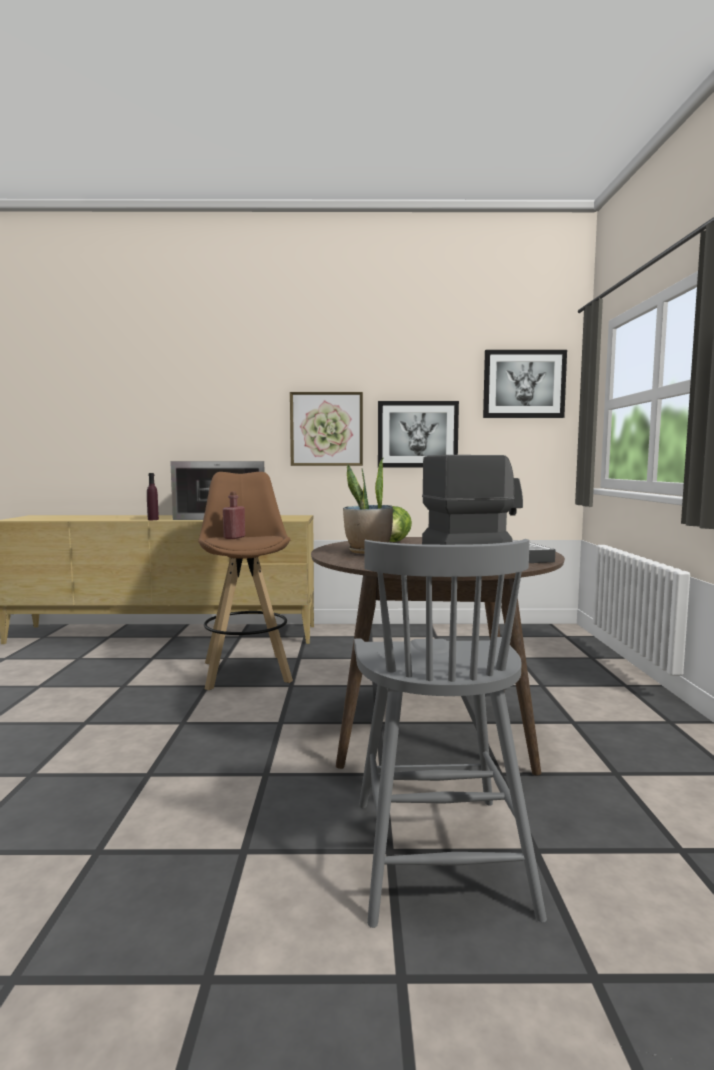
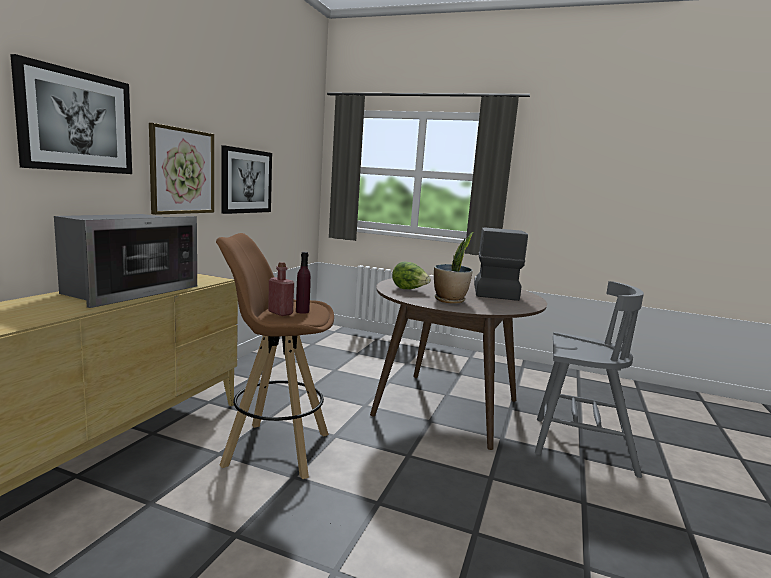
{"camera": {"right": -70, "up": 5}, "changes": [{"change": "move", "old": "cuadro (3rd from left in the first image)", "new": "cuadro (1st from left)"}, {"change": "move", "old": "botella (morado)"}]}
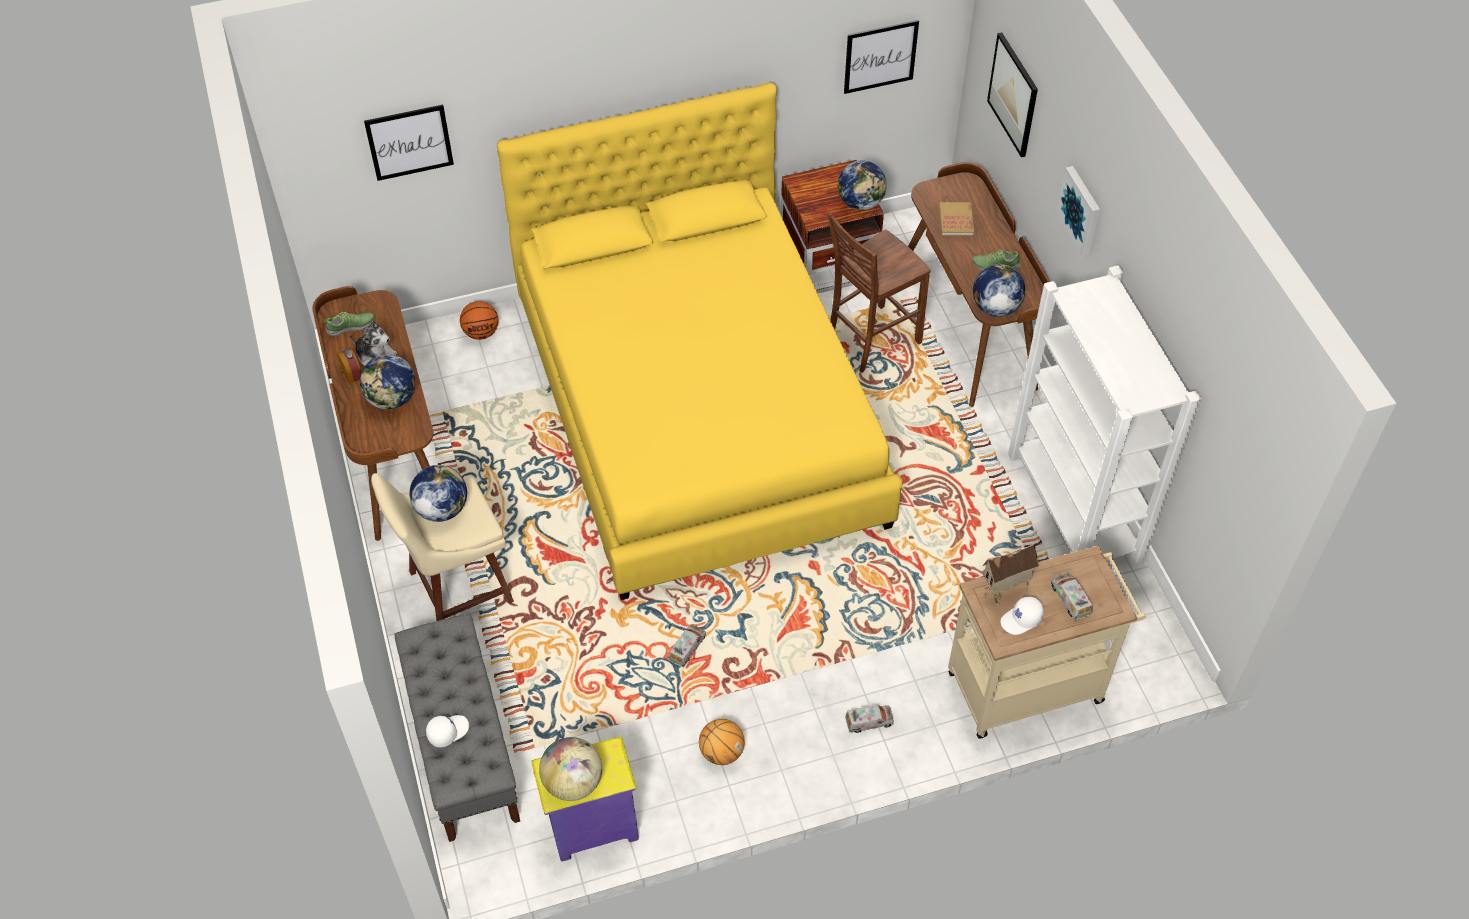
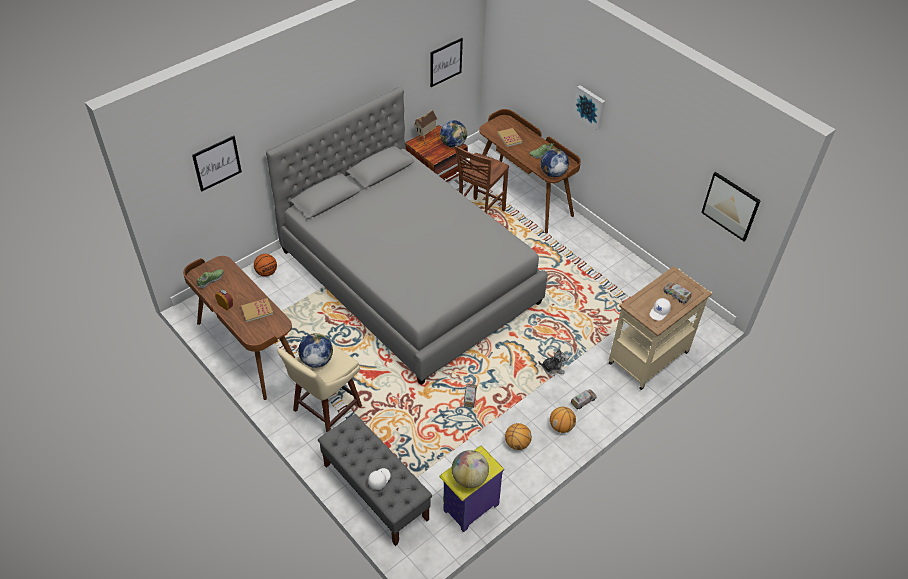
{"camera": {"right": -25, "up": -5}, "changes": [{"change": "replace", "old": "globo terráqueo (1st from left)", "new": "libro (1st from left)"}, {"change": "recolor", "old": "cama (amarillo)", "new": "cama (gris)"}, {"change": "move", "old": "casita"}, {"change": "move", "old": "peluche"}, {"change": "insert", "new": "balón de baloncesto (3rd from left)"}, {"change": "move", "old": "cuadro (3rd from left in the first image)", "new": "cuadro (4th from left)"}, {"change": "delete", "old": "estantería (blanco)"}]}
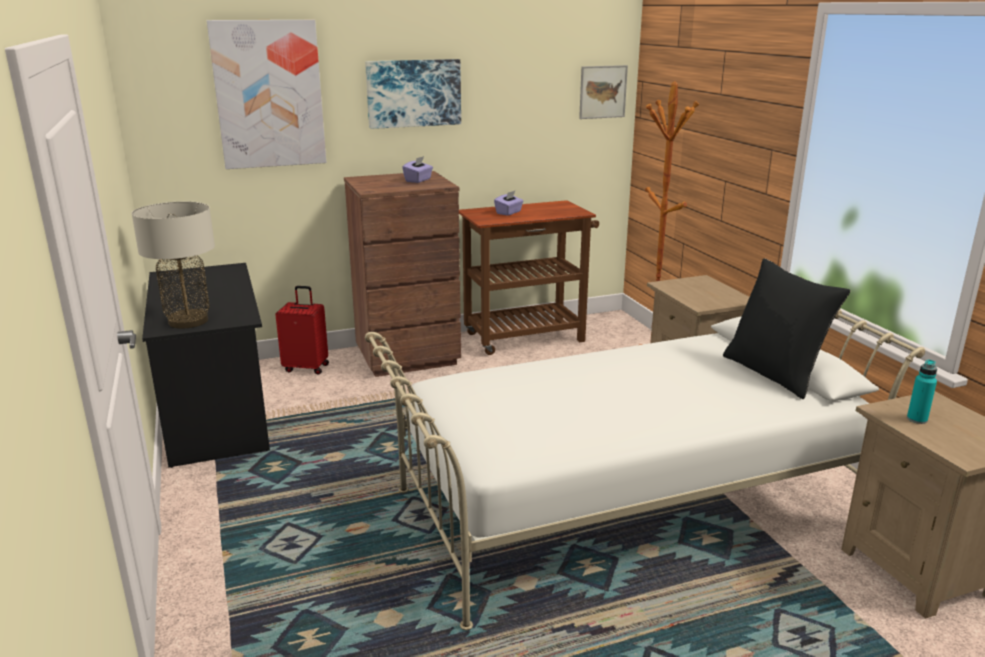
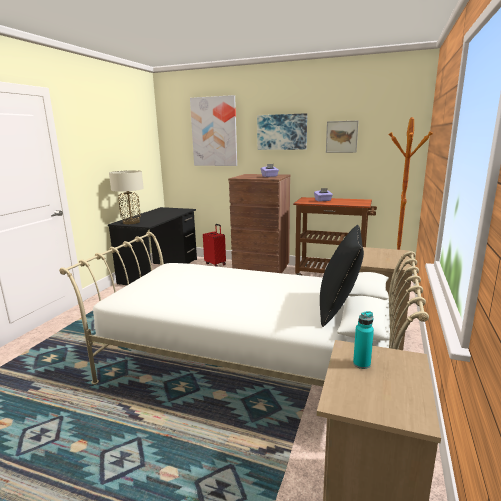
{"camera": {"right": 40, "up": -5}, "changes": [{"change": "move", "old": "cuadro (3rd from left)"}]}
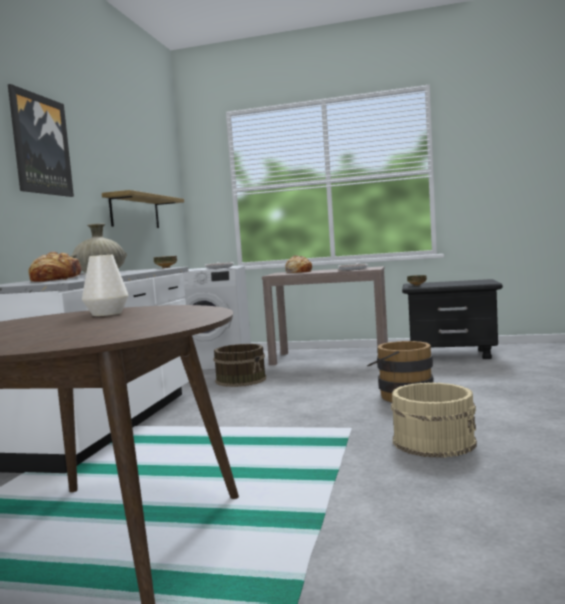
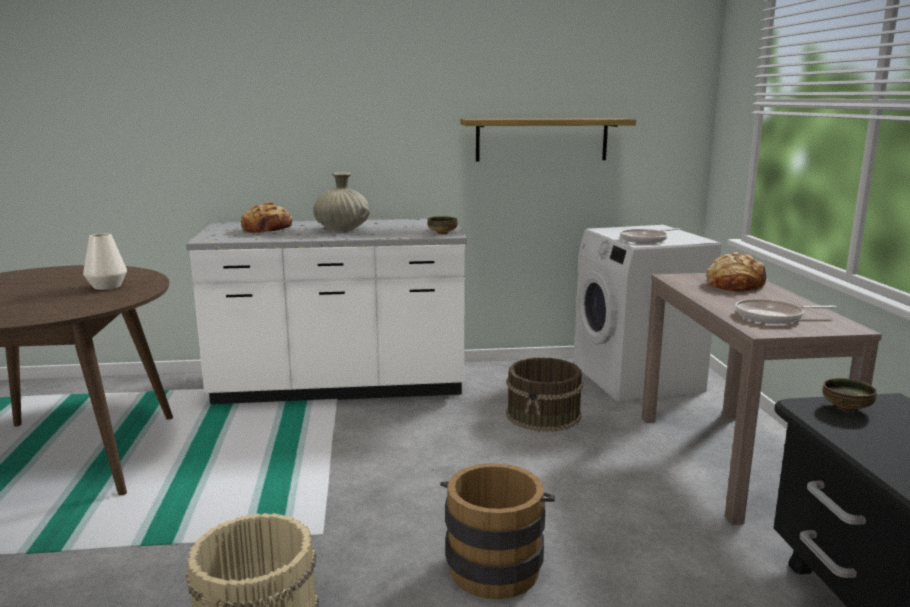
{"camera": {"right": 70, "up": 10}, "changes": [{"change": "delete", "old": "cuadro"}]}
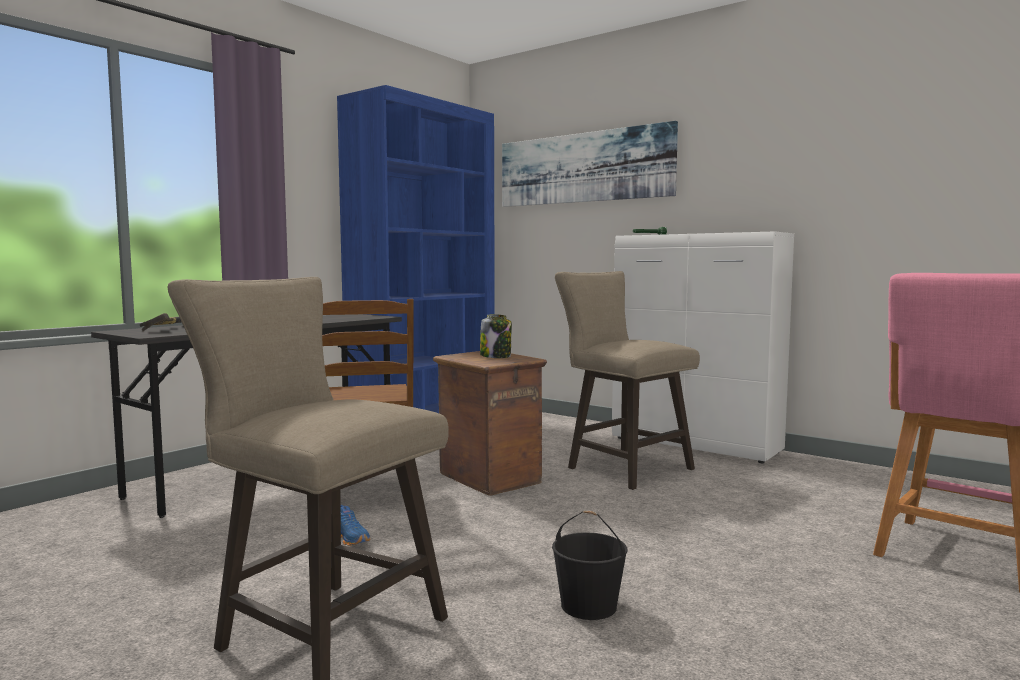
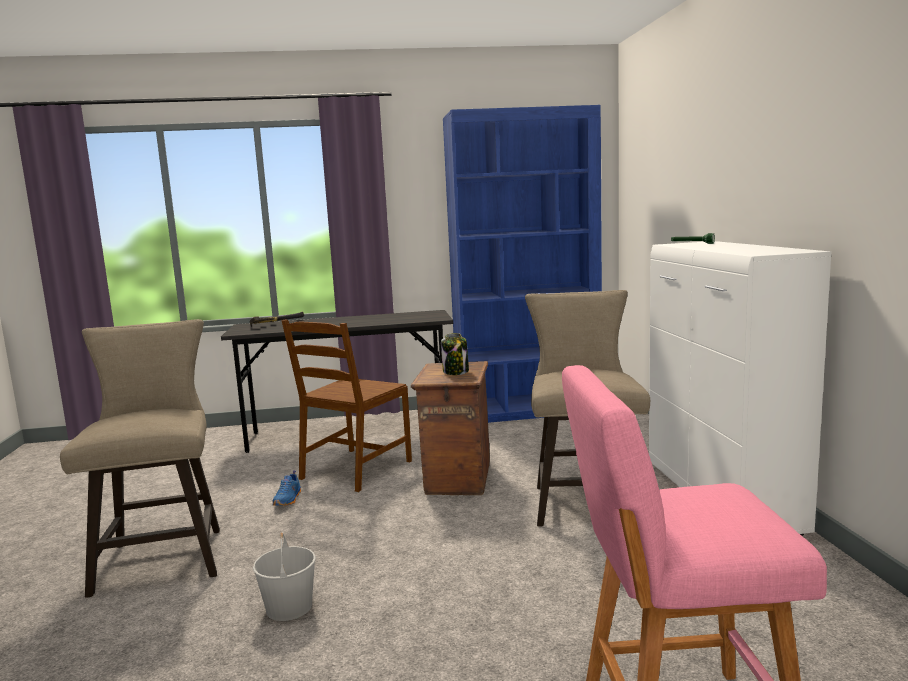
{"camera": {"right": 45, "up": 5}, "changes": [{"change": "recolor", "old": "cubo (negro)", "new": "cubo (blanco)"}, {"change": "delete", "old": "cuadro"}]}
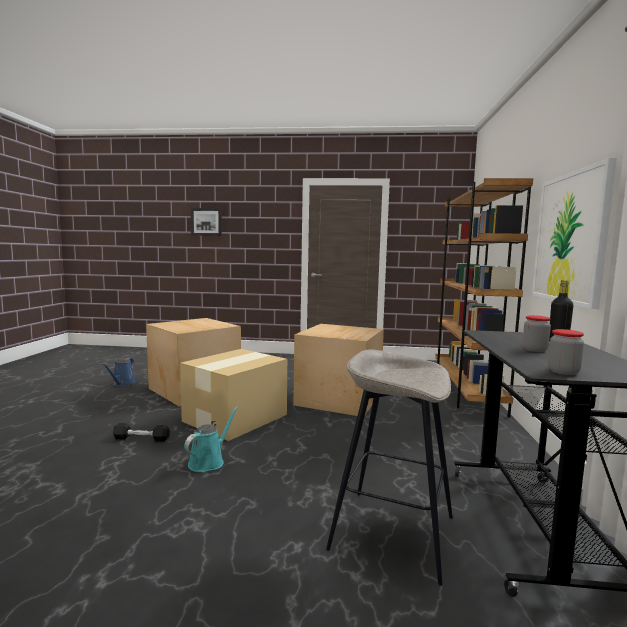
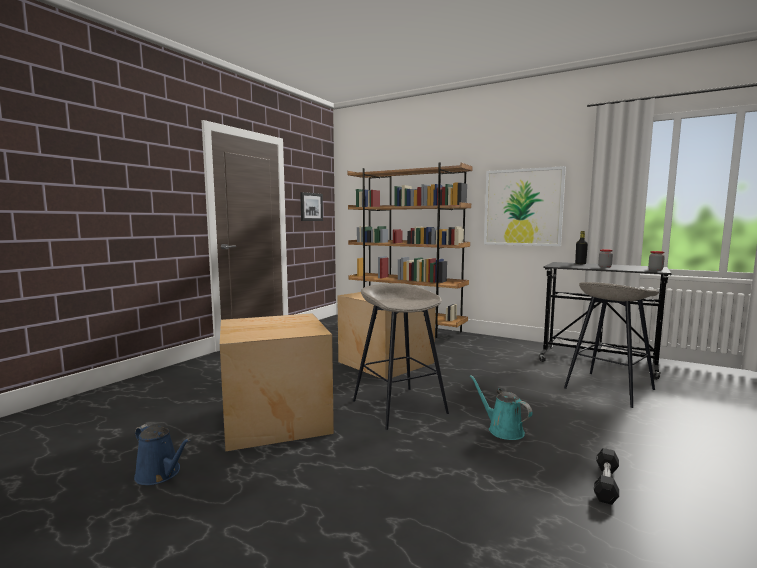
{"camera": {"right": -65, "up": 0}, "changes": [{"change": "move", "old": "cuadro (1st from left)"}, {"change": "replace", "old": "caja de cartón (2nd from left)", "new": "taburete (gris) (1st from left)"}, {"change": "move", "old": "mancuerna (negro)"}]}
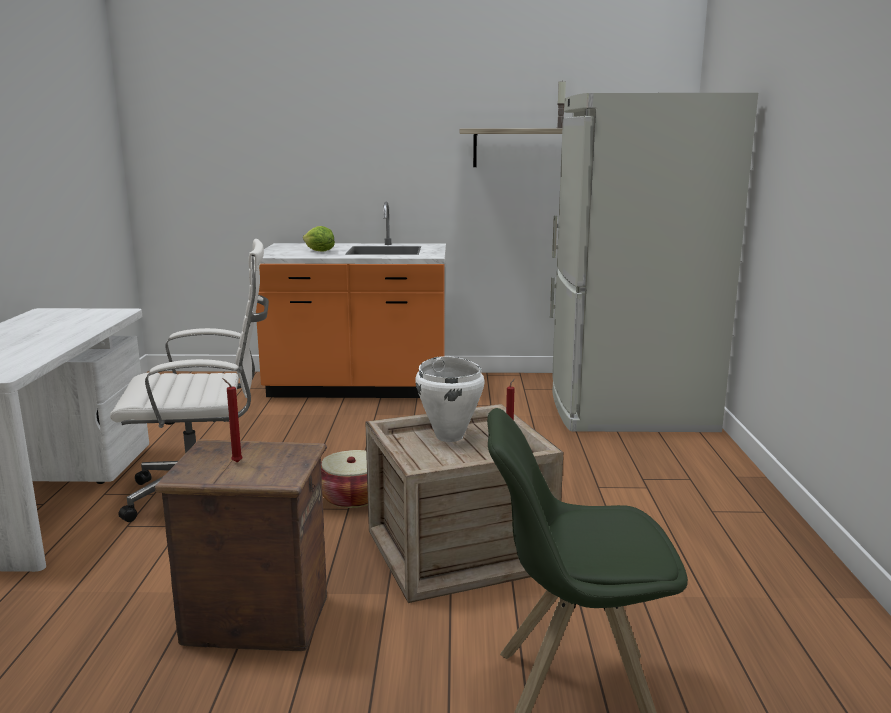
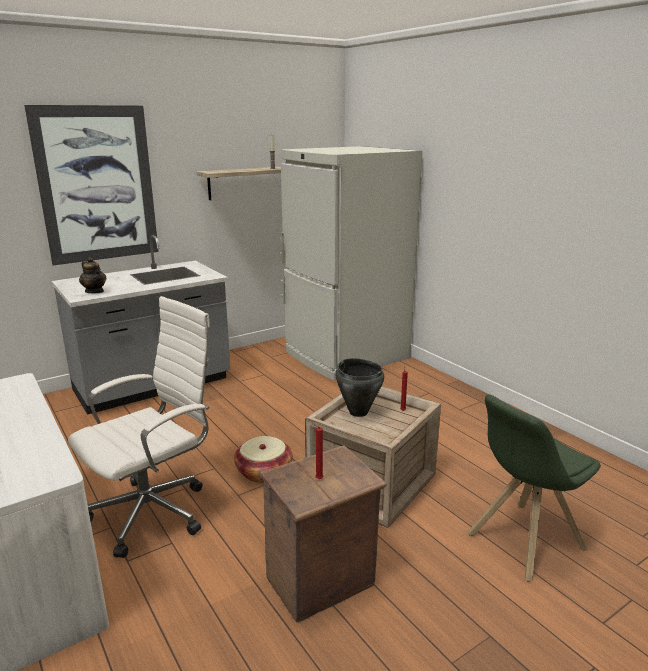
{"camera": {"right": -35, "up": 5}, "changes": [{"change": "insert", "new": "cuadro"}, {"change": "recolor", "old": "mueble bajo de cocina (naranja)", "new": "mueble bajo de cocina (gris)"}, {"change": "insert", "new": "tetera"}, {"change": "recolor", "old": "olla (blanco)", "new": "olla (negro)"}, {"change": "delete", "old": "lechuga"}]}
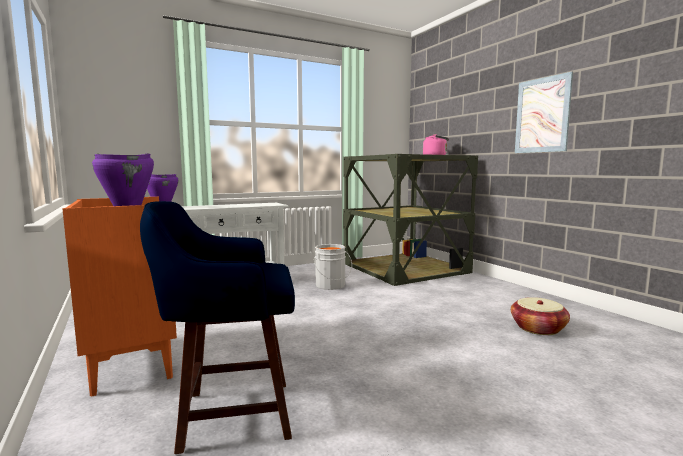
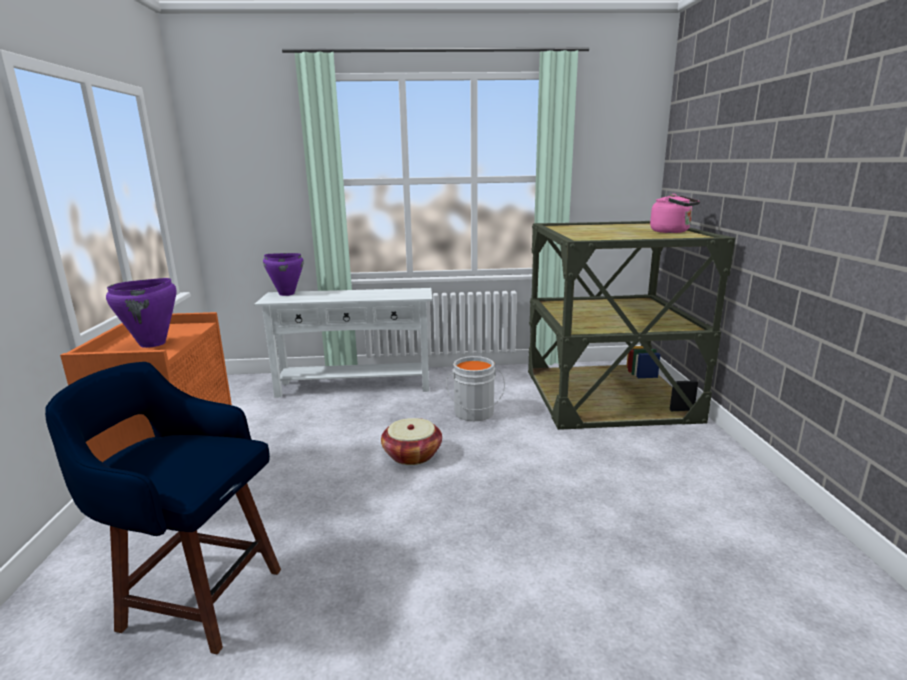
{"camera": {"right": 25, "up": 10}, "changes": [{"change": "move", "old": "cesta"}, {"change": "delete", "old": "cuadro"}]}
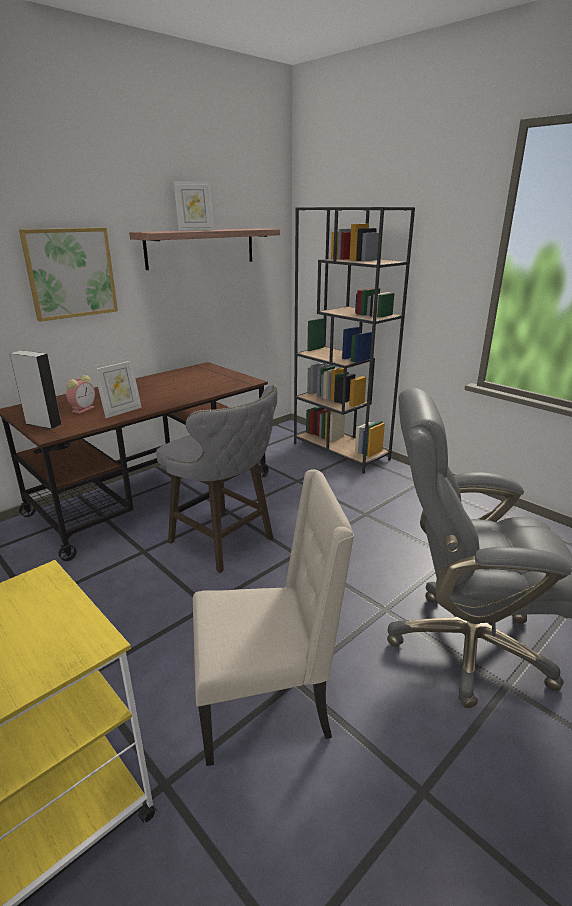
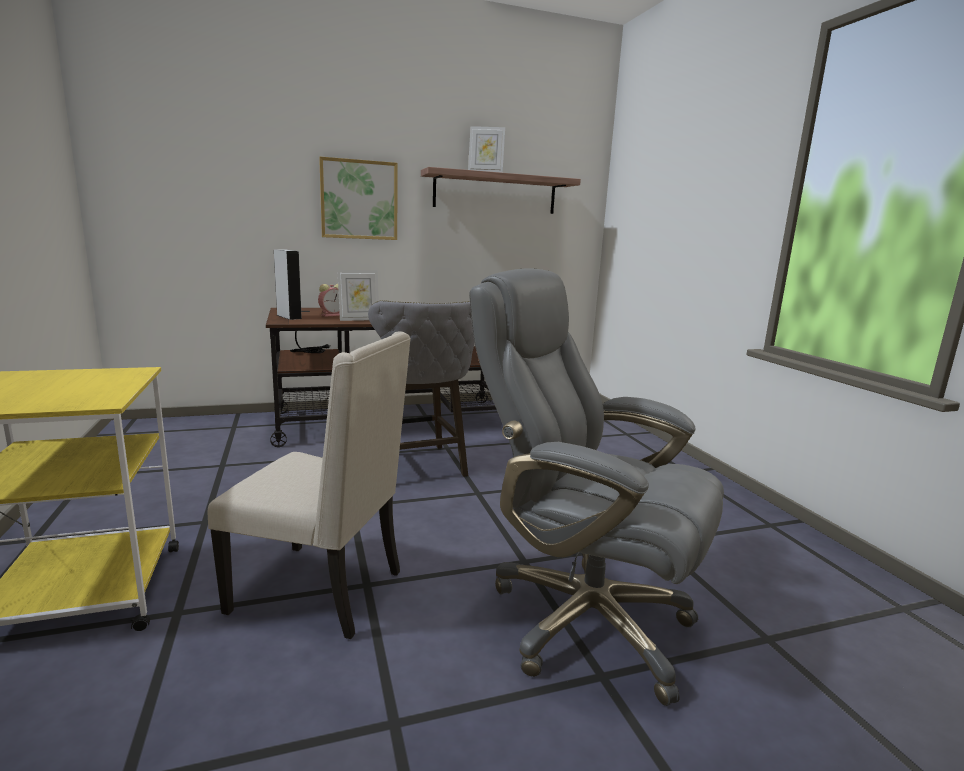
{"camera": {"right": 25, "up": -10}, "changes": [{"change": "delete", "old": "estantería"}]}
